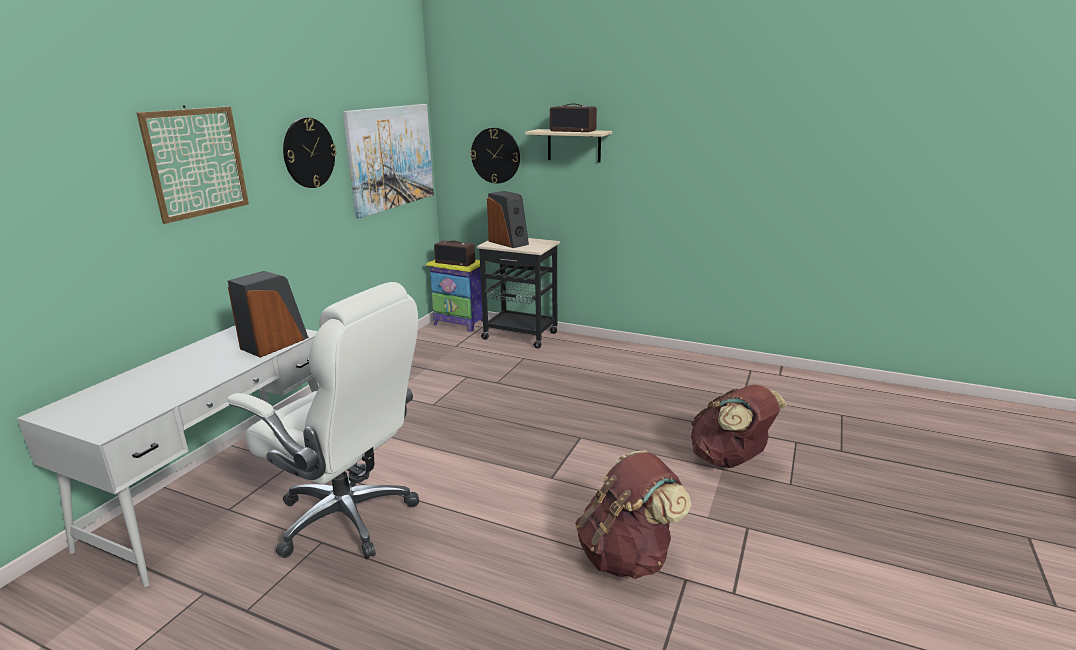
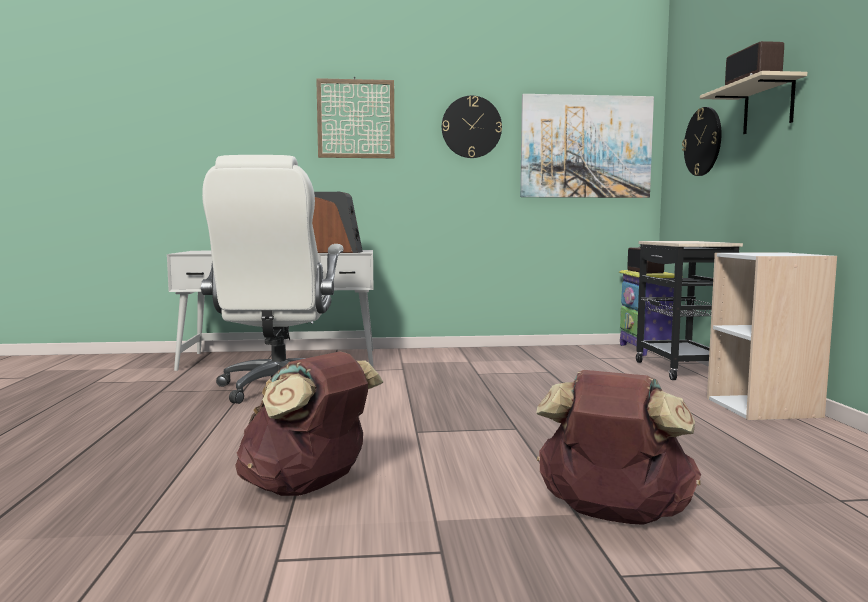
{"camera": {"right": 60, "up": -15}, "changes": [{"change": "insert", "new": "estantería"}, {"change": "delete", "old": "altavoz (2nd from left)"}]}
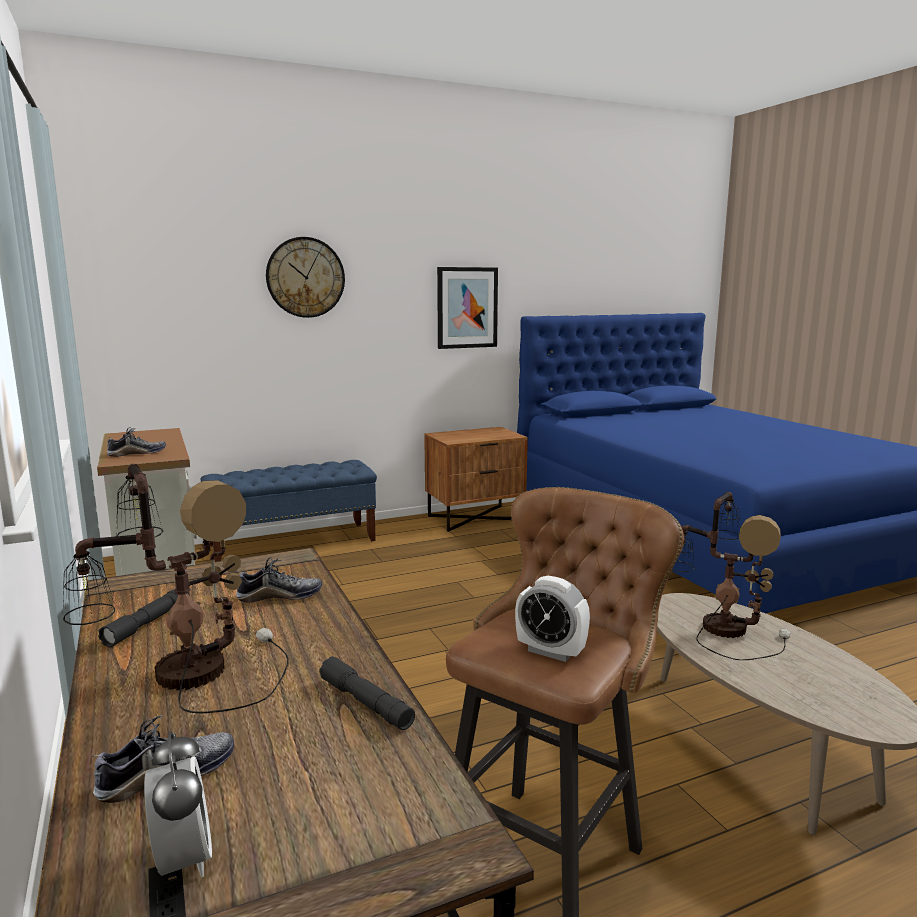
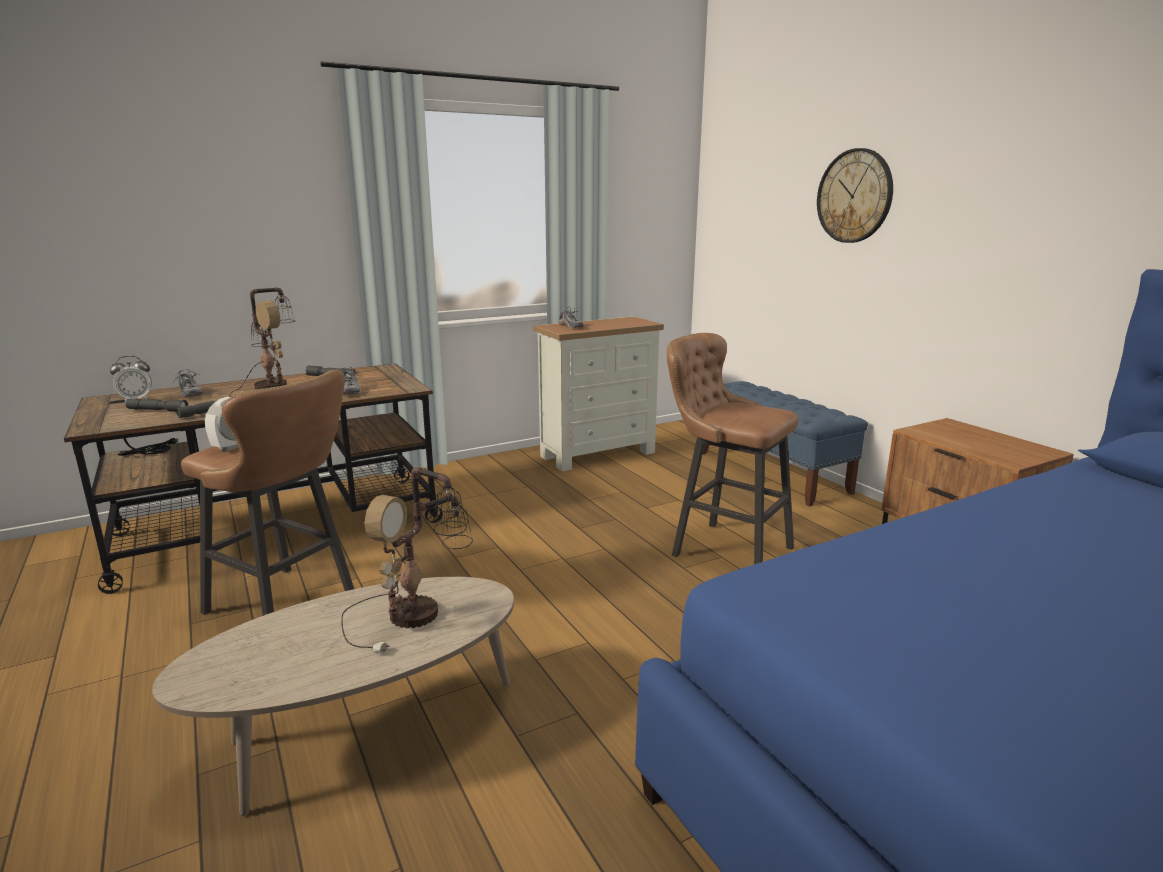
{"camera": {"right": 85, "up": 5}, "changes": [{"change": "insert", "new": "linterna (gris) (1st from left)"}, {"change": "insert", "new": "taburete (marrón) (2nd from left)"}, {"change": "delete", "old": "cuadro"}]}
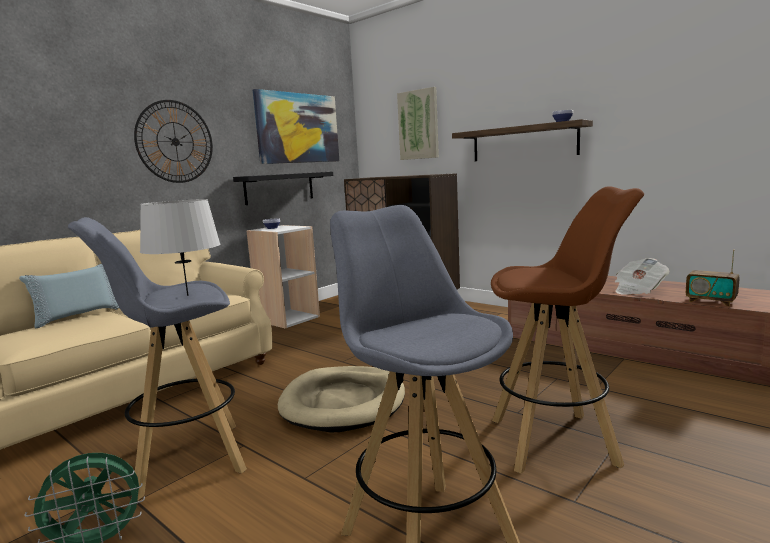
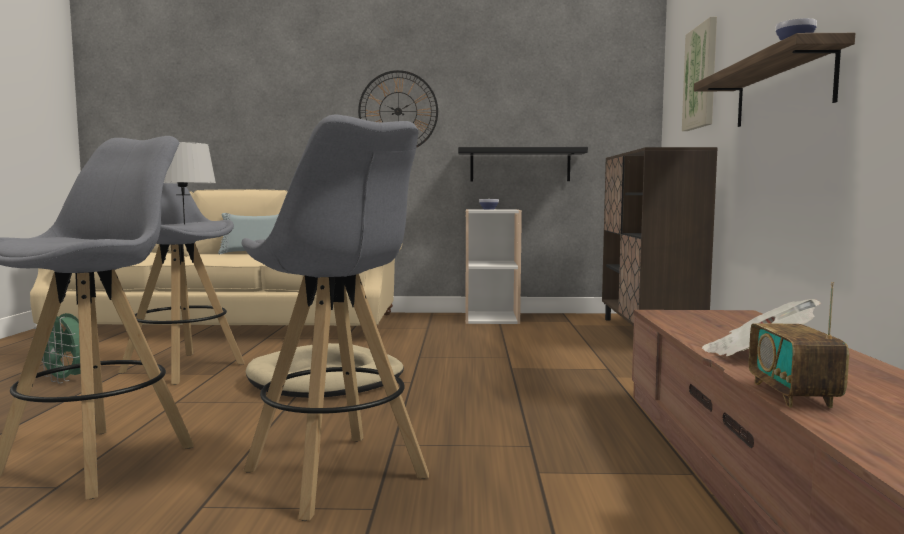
{"camera": {"right": 50, "up": -5}, "changes": [{"change": "recolor", "old": "taburete (marrón)", "new": "taburete (gris) (3rd from left)"}, {"change": "delete", "old": "cuadro (1st from left)"}]}
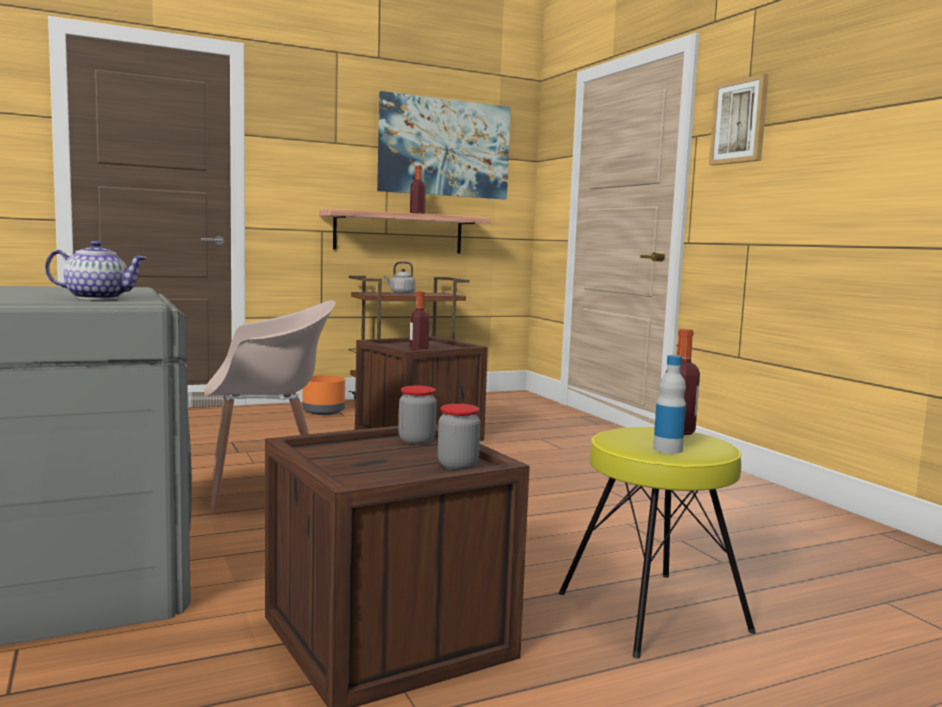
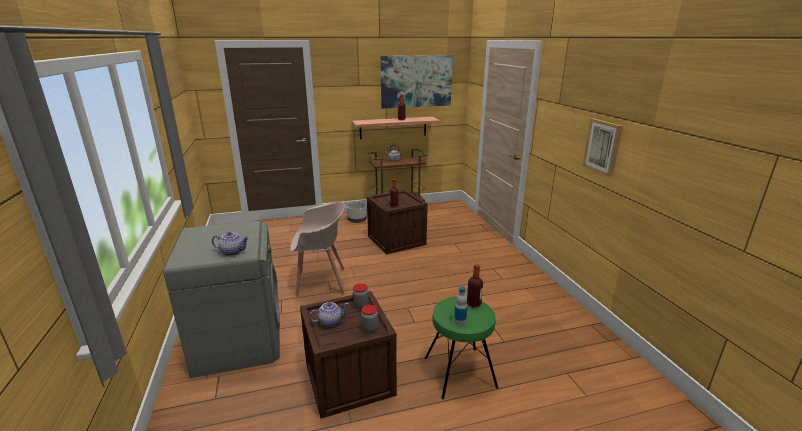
{"camera": {"right": 10, "up": 15}, "changes": [{"change": "insert", "new": "tetera (2nd from left)"}, {"change": "recolor", "old": "maceta (naranja)", "new": "maceta (gris)"}, {"change": "recolor", "old": "taburete (amarillo)", "new": "taburete (verde)"}, {"change": "move", "old": "cuadro (2nd from left)"}]}
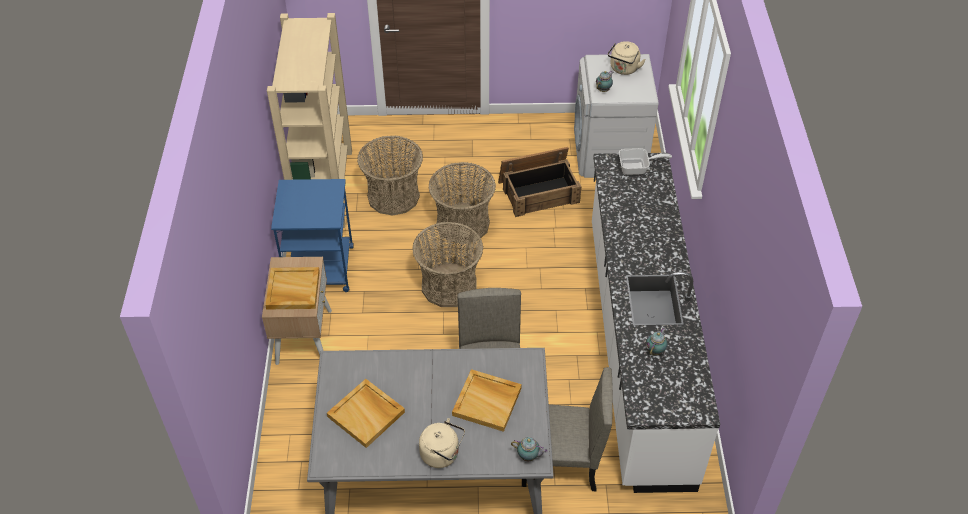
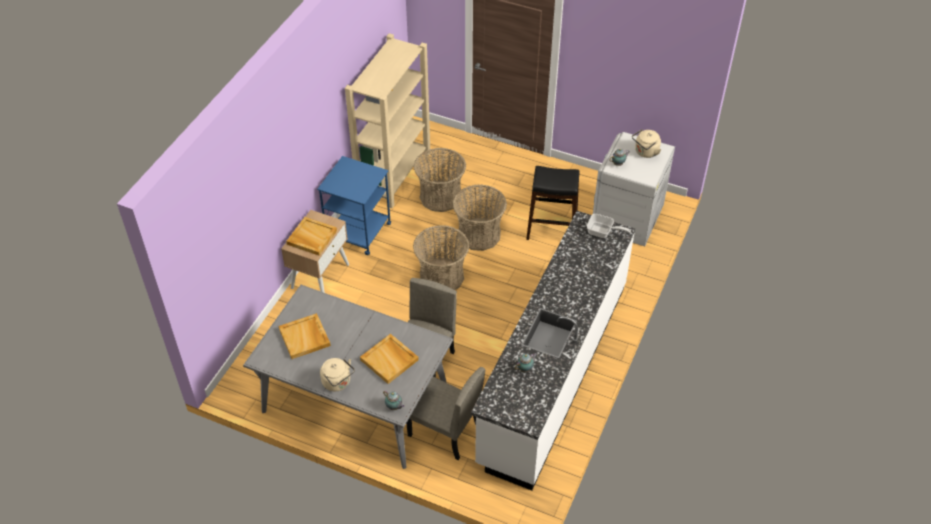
{"camera": {"right": 25, "up": 0}, "changes": [{"change": "replace", "old": "caja de embalaje", "new": "taburete (negro)"}]}
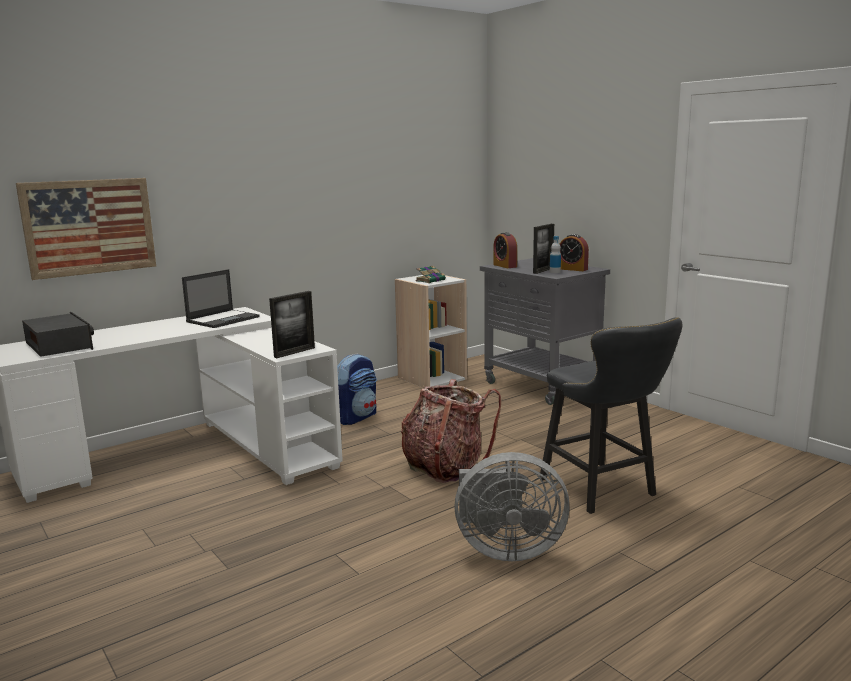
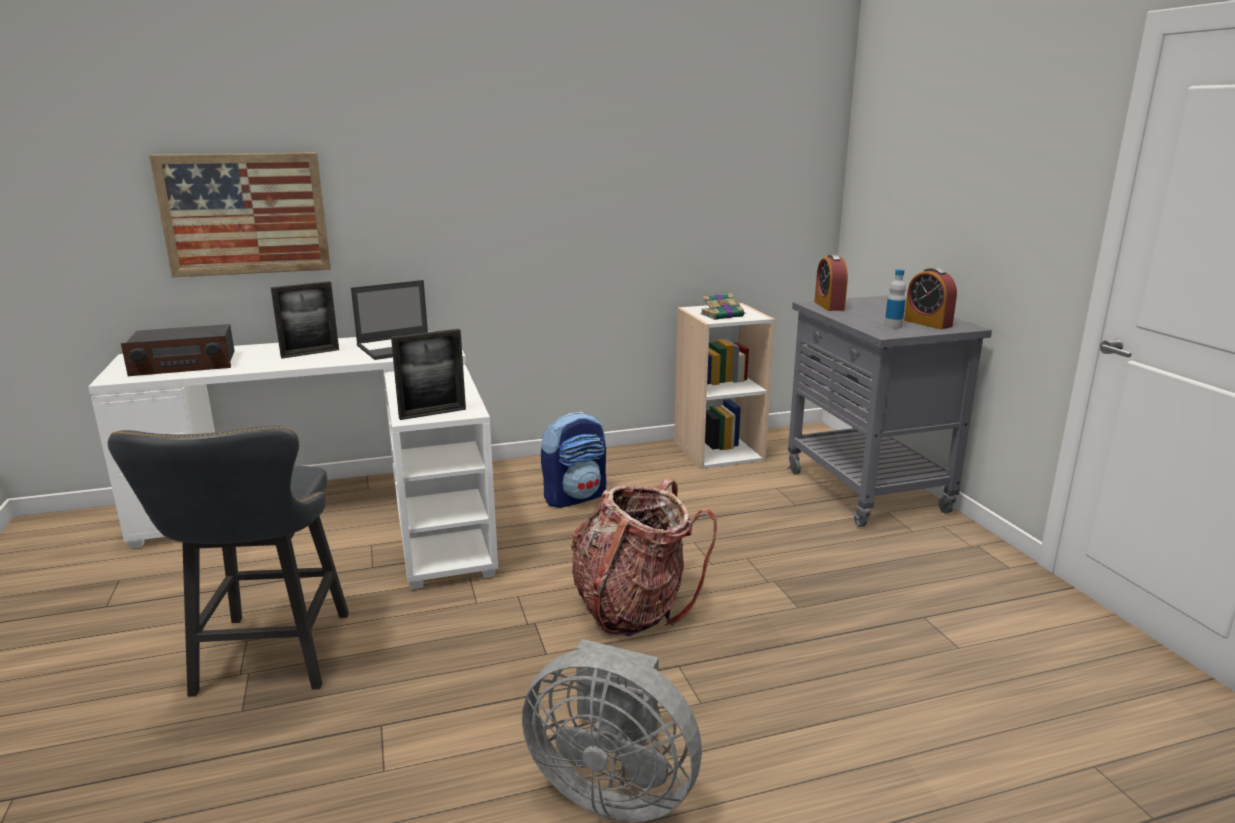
{"camera": {"right": 20, "up": 5}, "changes": [{"change": "move", "old": "taburete (gris)"}, {"change": "rotate", "old": "radio", "degrees": 90}, {"change": "move", "old": "portarretratos (2nd from left in the first image)", "new": "portarretratos (1st from left)"}]}
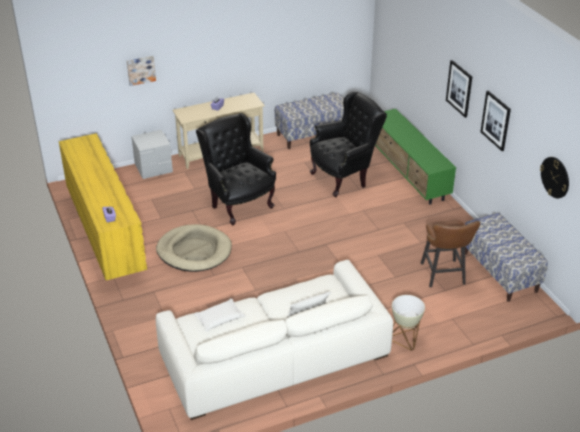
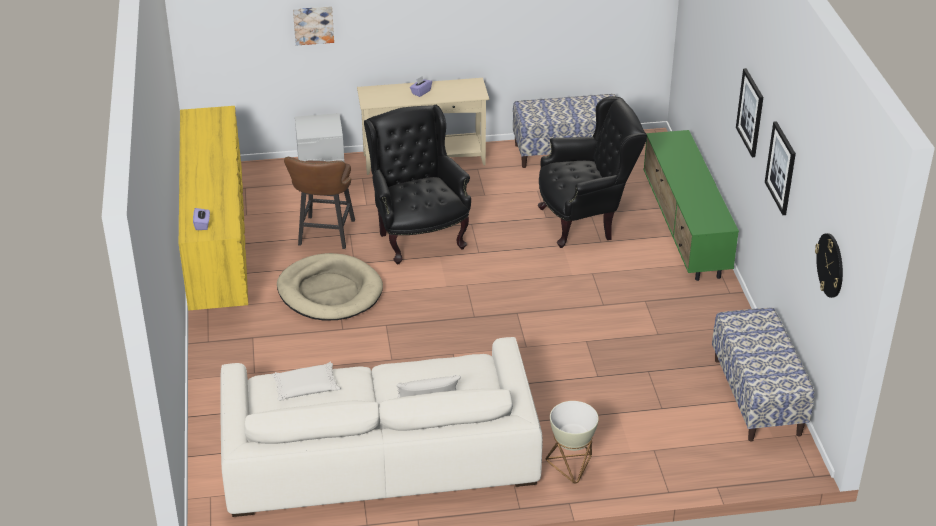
{"camera": {"right": 15, "up": 0}, "changes": [{"change": "move", "old": "taburete (marrón)"}]}
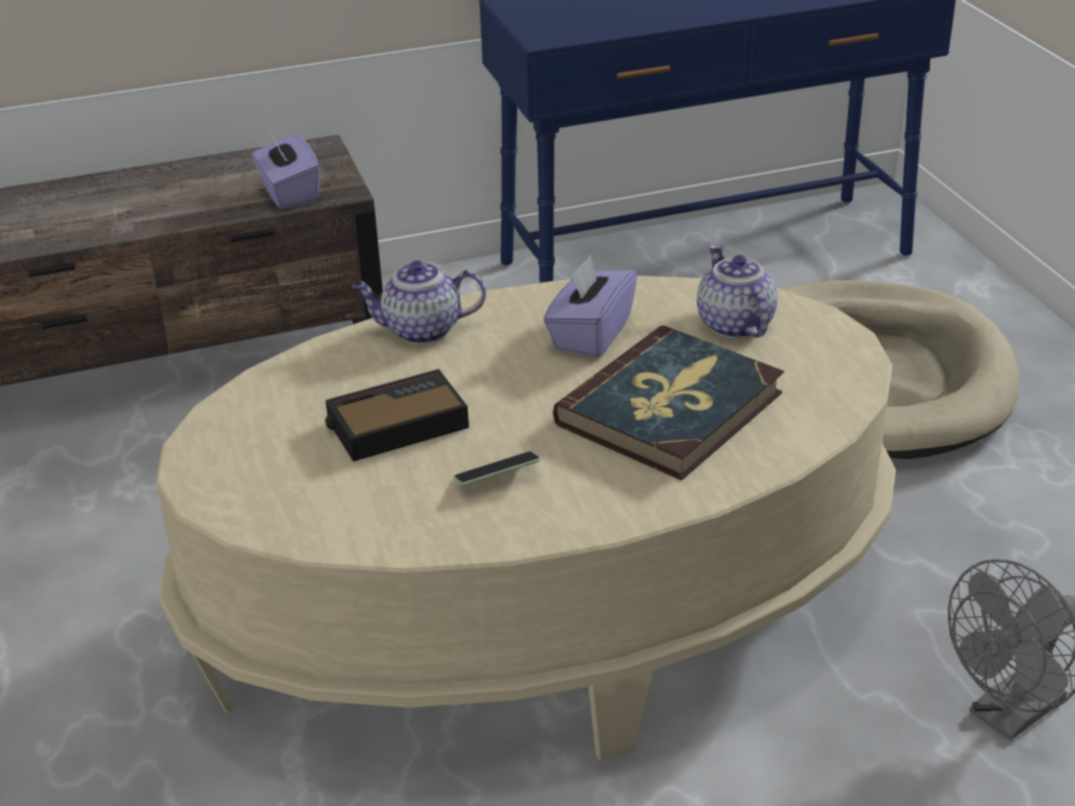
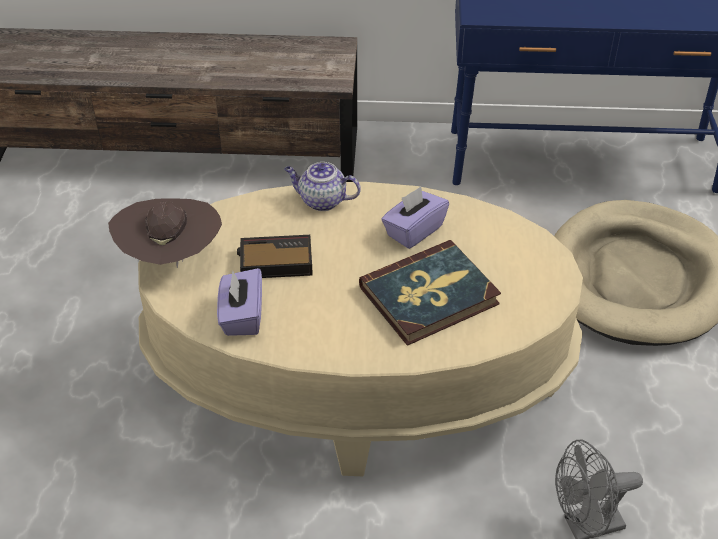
{"camera": {"right": 20, "up": 10}, "changes": [{"change": "insert", "new": "sombrero (marrón)"}, {"change": "move", "old": "caja de pañuelos (morado) (1st from left)"}, {"change": "delete", "old": "móvil"}, {"change": "delete", "old": "tetera (2nd from left)"}]}
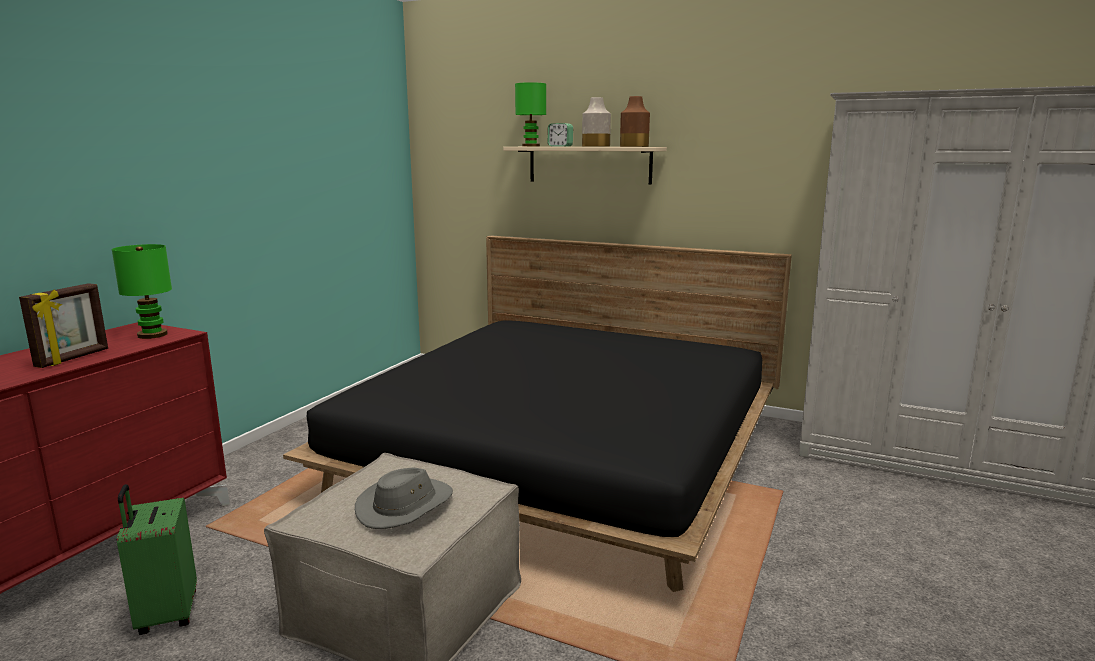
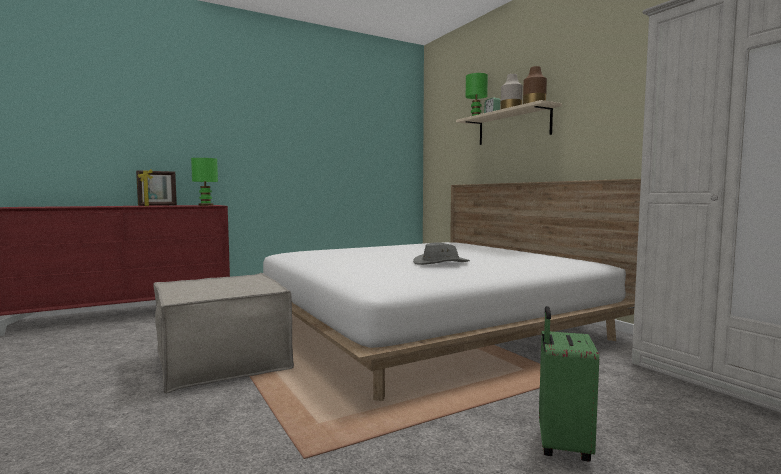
{"camera": {"right": 35, "up": -10}, "changes": [{"change": "recolor", "old": "cama (negro)", "new": "cama (blanco)"}, {"change": "move", "old": "sombrero (gris)"}, {"change": "move", "old": "maleta (verde)"}]}
